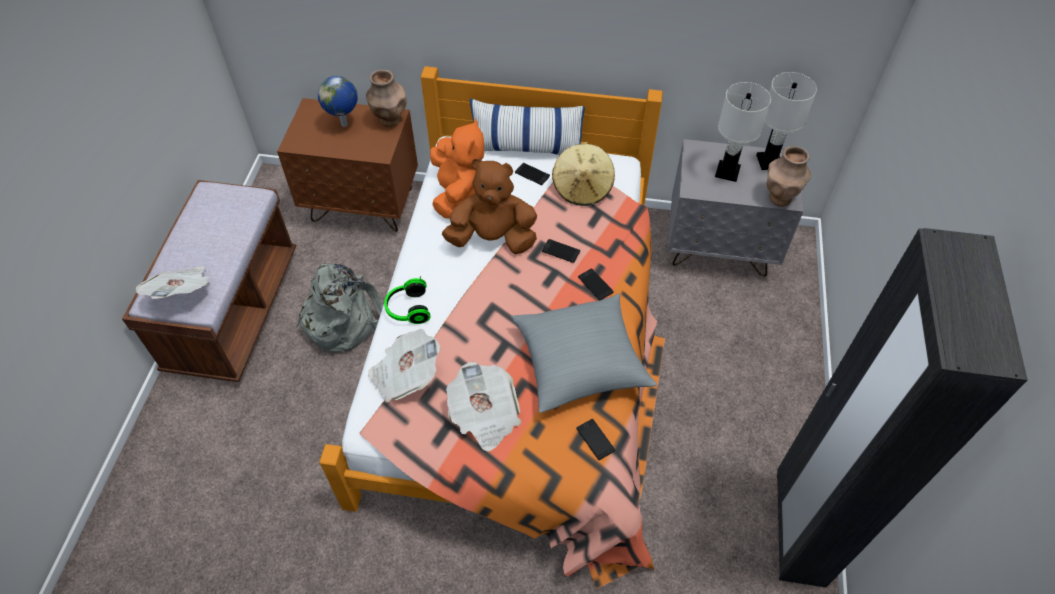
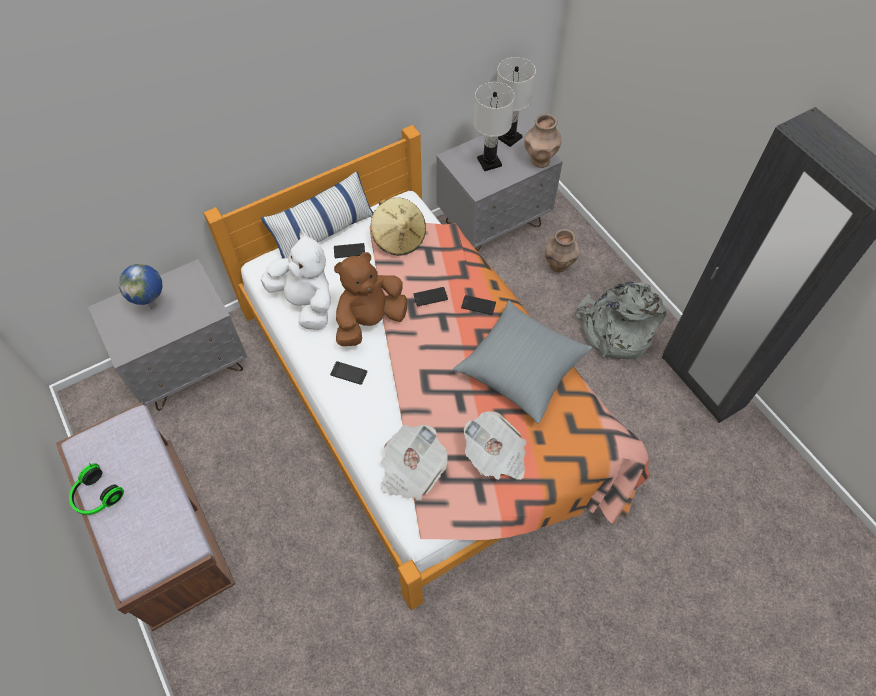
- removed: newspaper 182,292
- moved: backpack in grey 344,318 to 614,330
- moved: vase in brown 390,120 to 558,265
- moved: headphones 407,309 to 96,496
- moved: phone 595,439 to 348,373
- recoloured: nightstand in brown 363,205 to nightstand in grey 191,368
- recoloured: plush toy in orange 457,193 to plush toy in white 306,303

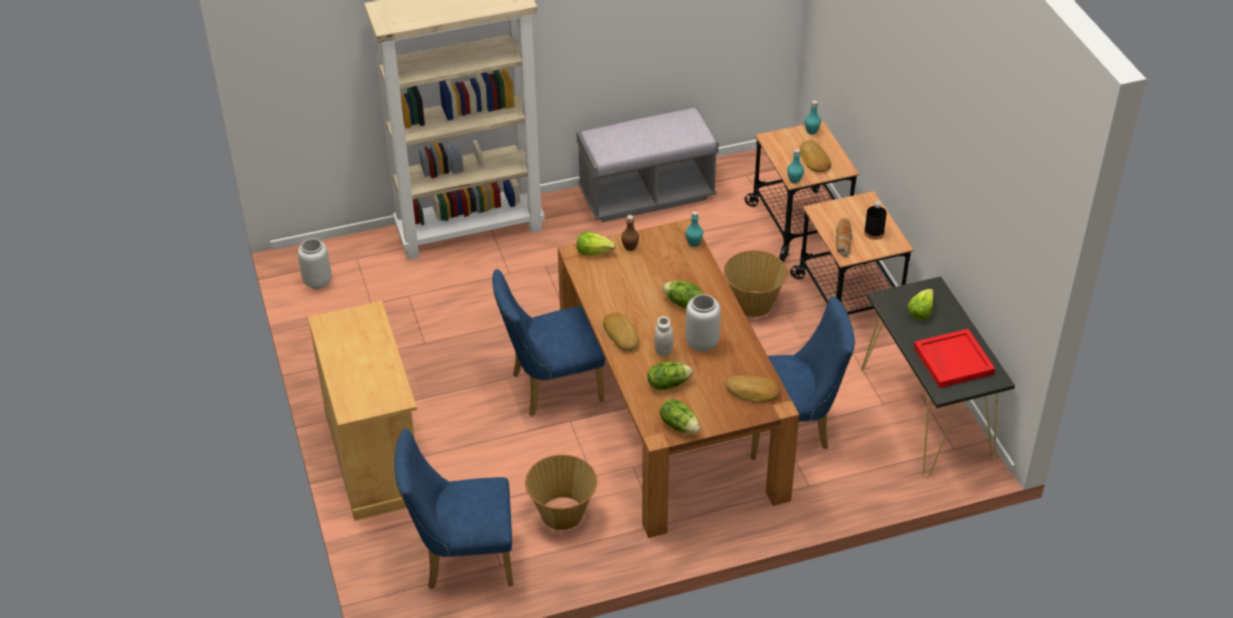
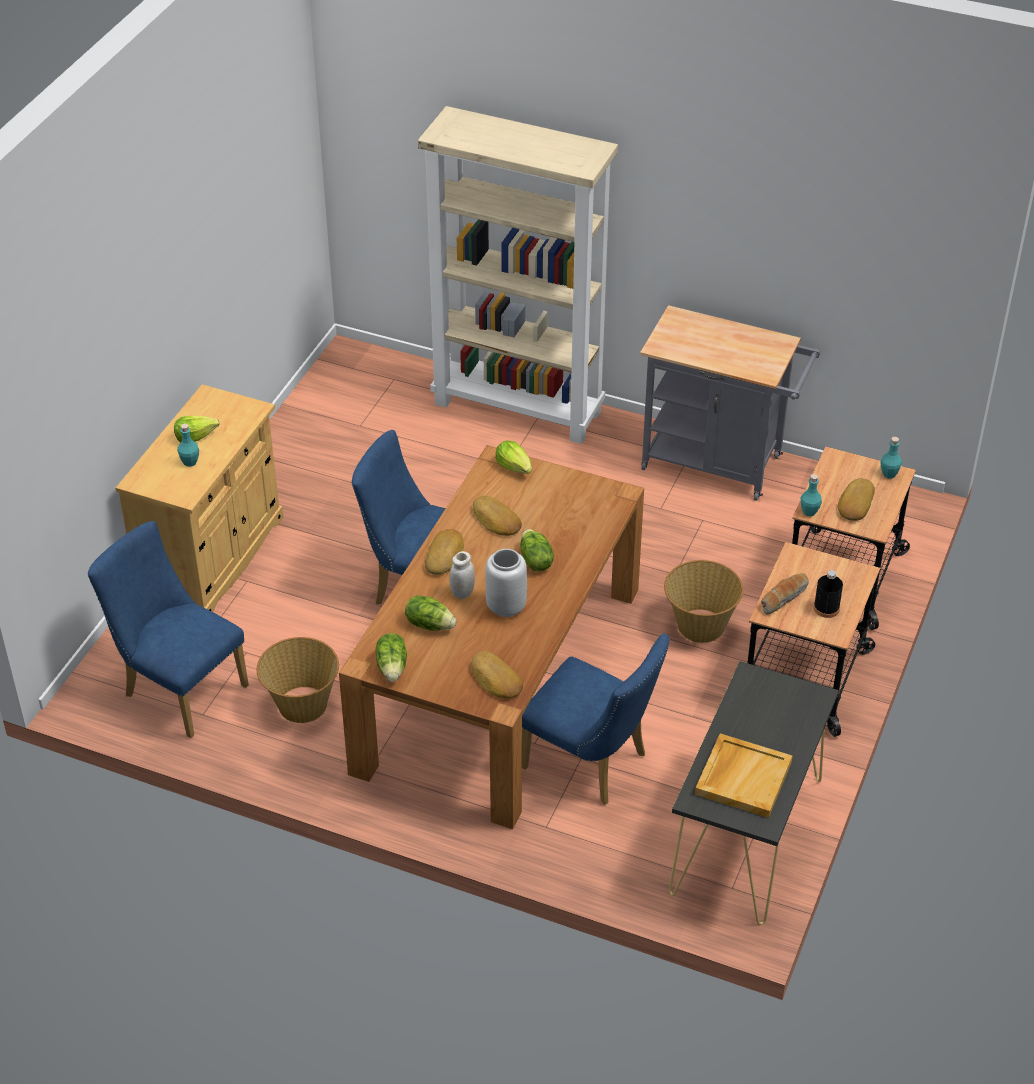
- removed: vase in grey 317,281
- removed: bottle in brown 630,247
- added: bread 495,520
- moved: bottle in turquoise 694,243 to 190,462
- moved: lettuce 920,311 to 195,436
- replaced: bench in grey 646,195 to cart in grey 720,464
- recoloured: tray in red 952,360 to tray in beige 743,777

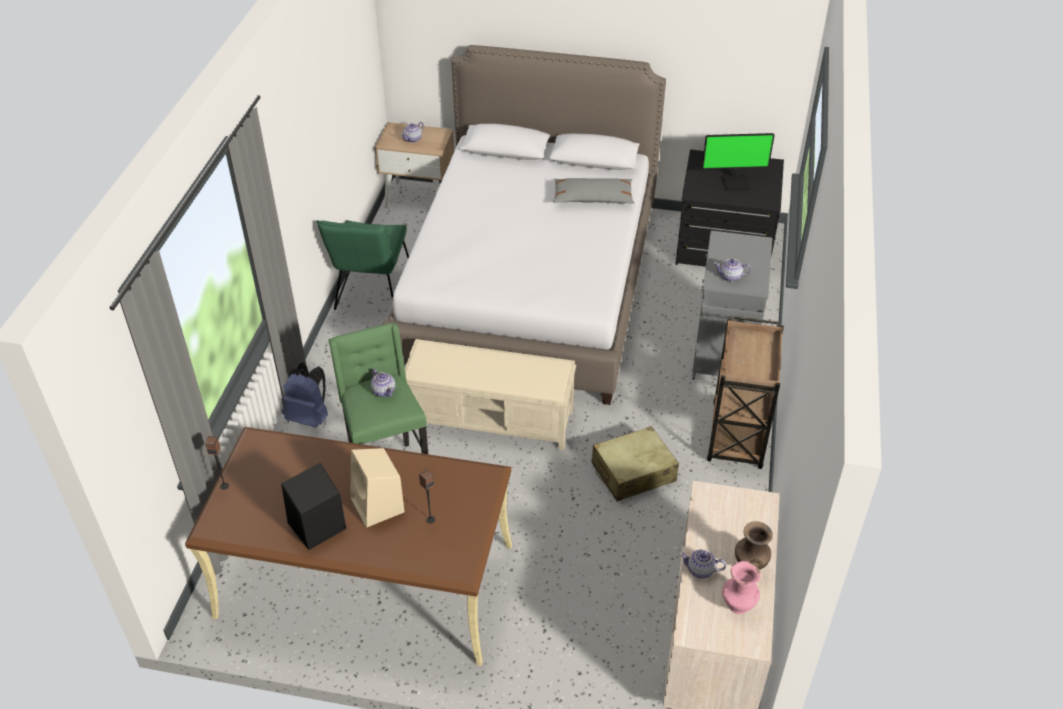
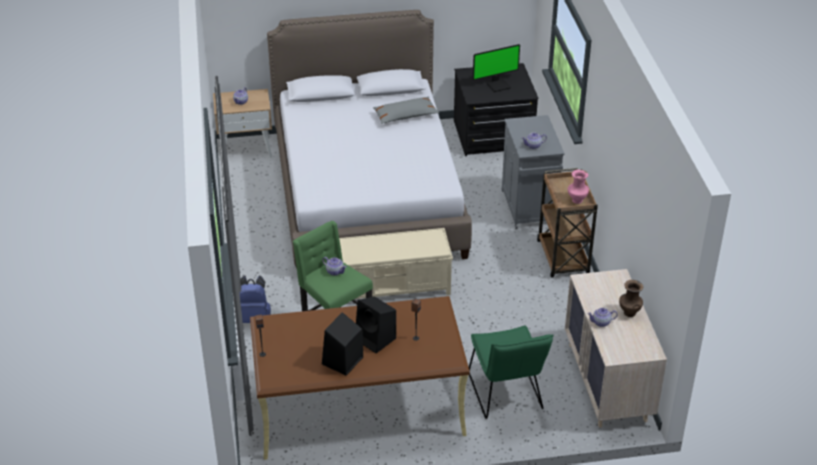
- removed: suitcase in beige 633,472
- moved: chair in green 372,294 to 506,395
- moved: vase in pink 737,606 to 576,200
- recoloured: speaker in beige 378,506 to speaker in black 376,339

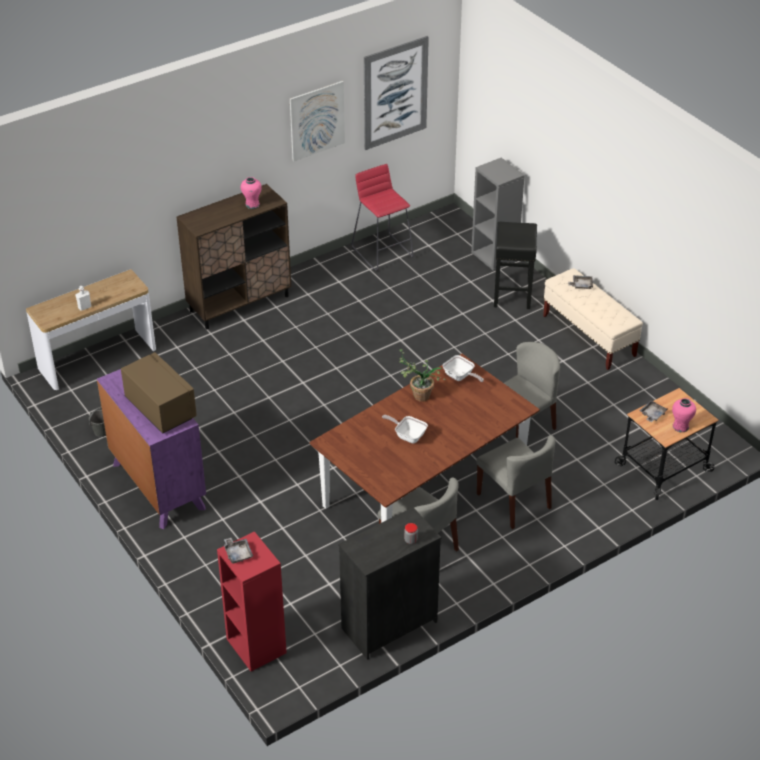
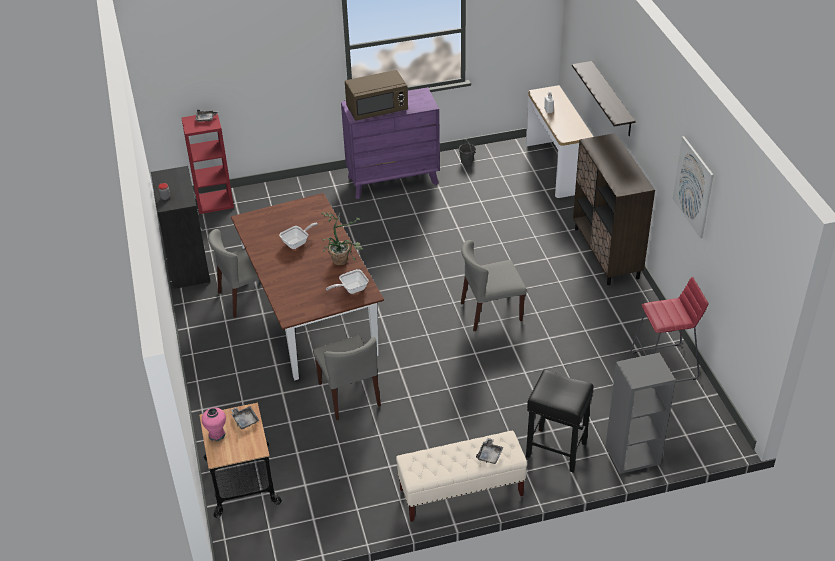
- removed: vase in pink 252,205
- removed: picture 395,93
- added: shelf 612,99
- moved: chair in grey 514,501 to 490,312

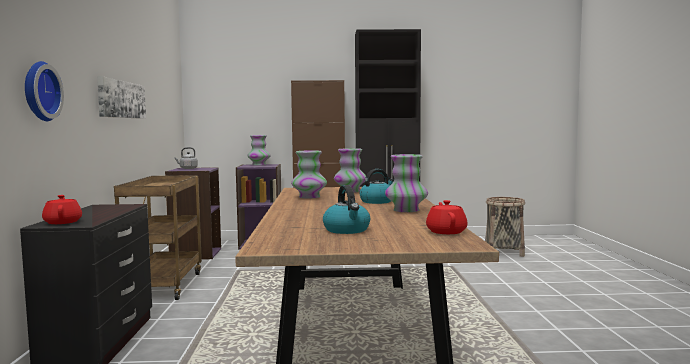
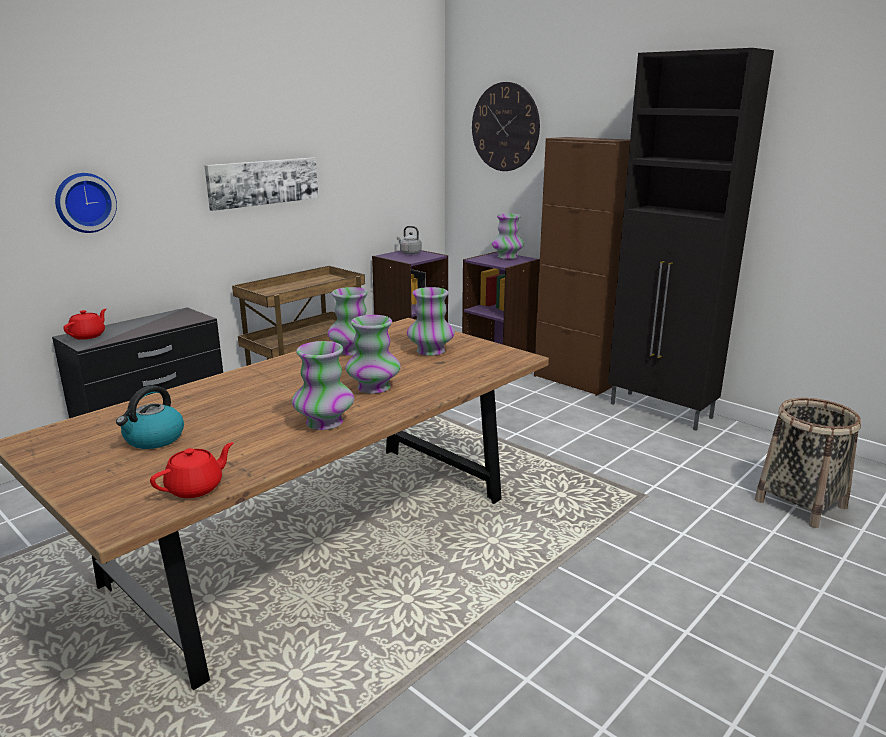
- added: wall clock 505,127
- replaced: kettle 377,201 to vase 373,387

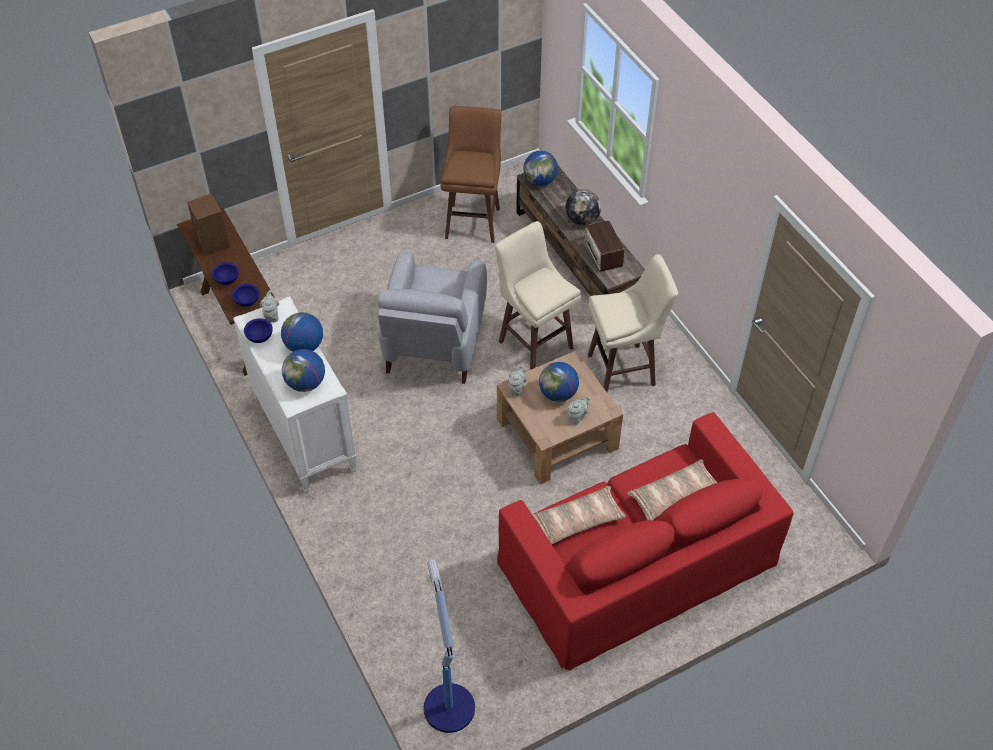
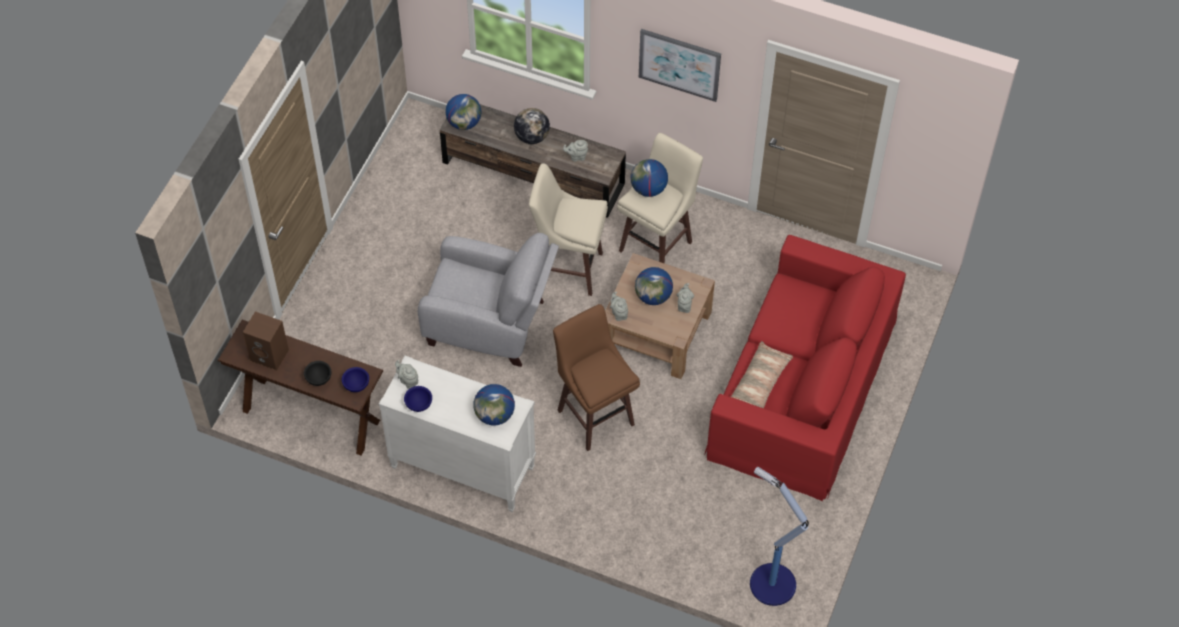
- removed: pillow 674,496
- added: picture 679,64
- moved: globe 304,346 to 648,189
- moved: stool in brown 473,221 to 595,415
- replaced: radio 603,253 to teapot in grey 576,156
- recoloured: bowl in blue 227,280 to bowl in black 318,378
- turned: armchair in grey 433,345 = 490,324 45 degrees counterclockwise

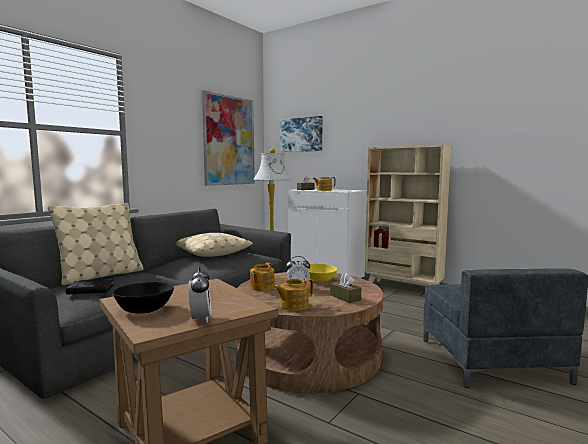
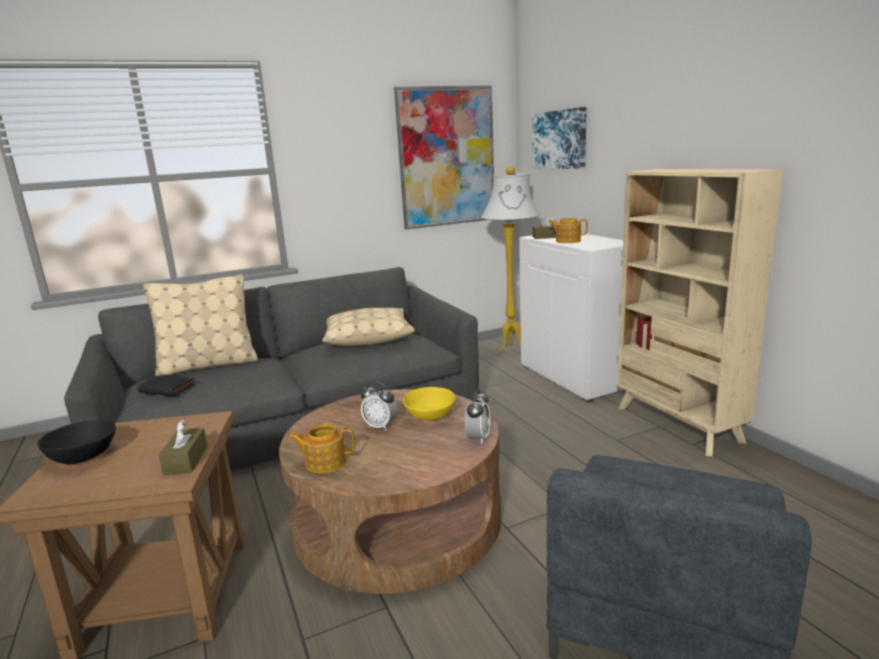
- removed: teapot 261,287
- moved: alarm clock 200,319 to 478,438
- moved: tissue box in brown 345,297 to 186,460

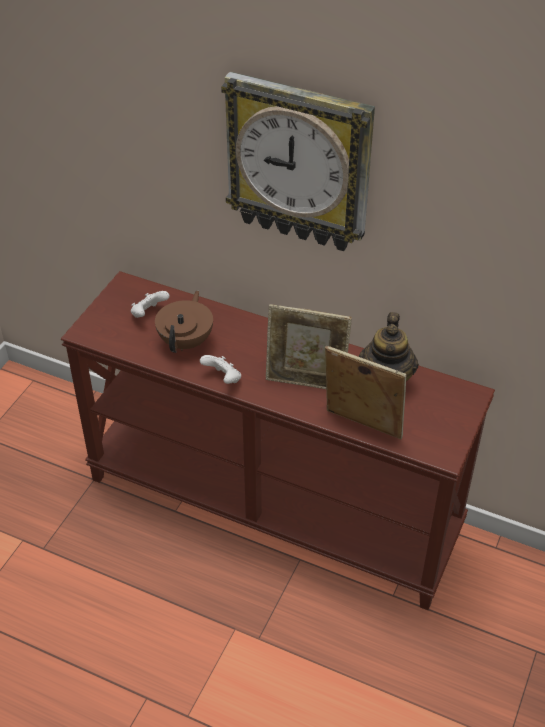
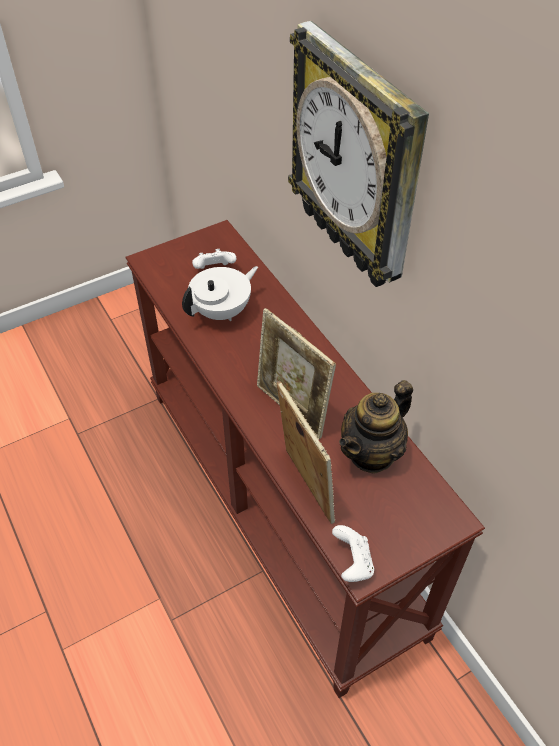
- moved: game controller in white 223,379 to 352,563
- recoloured: teapot in brown 186,341 to teapot in white 222,311

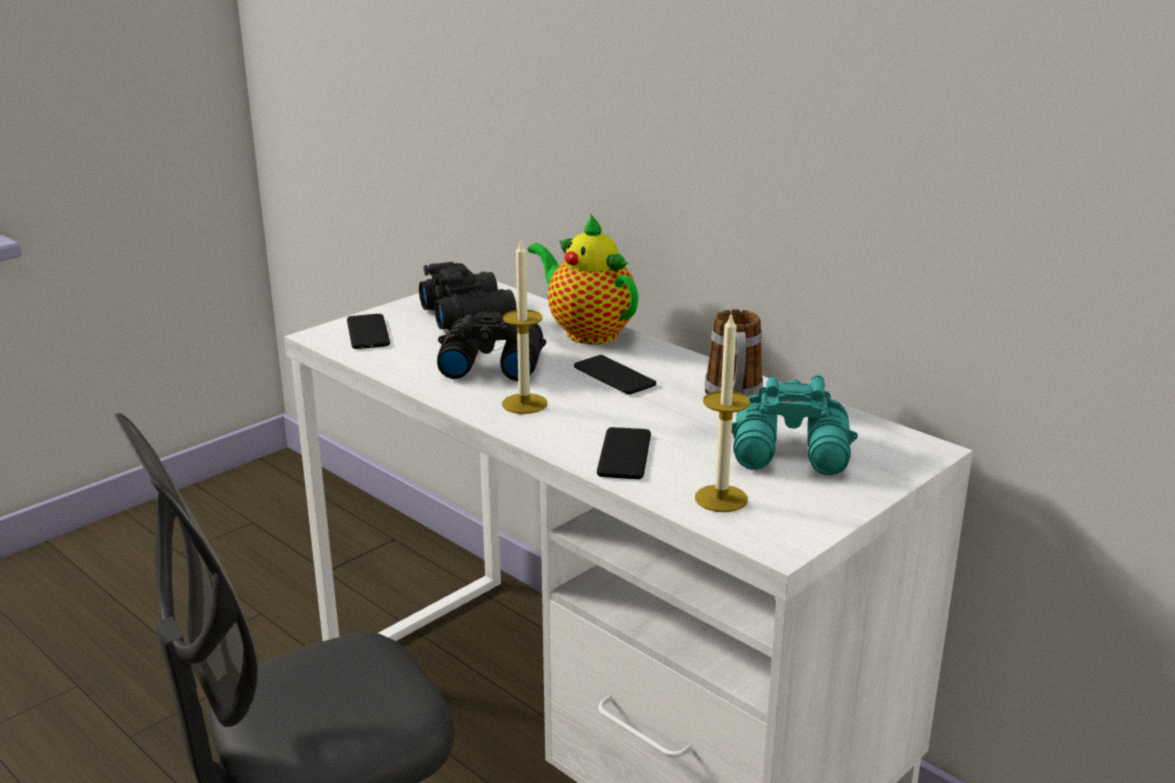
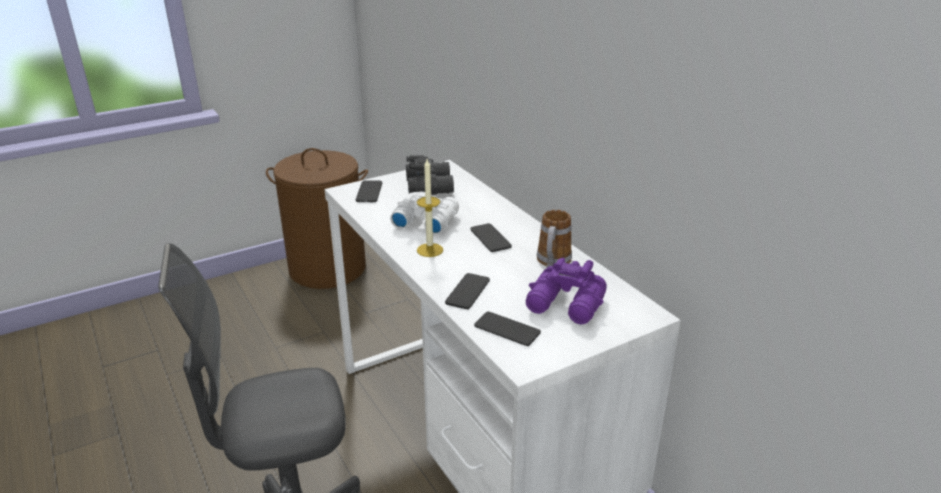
- removed: teapot 587,332
- added: laundry basket in brown 328,268
- replaced: candle 721,498 to phone 507,329
- recoloured: binoculars in black 490,363 to binoculars in white 425,220
- recoloured: binoculars in turquoise 793,453 to binoculars in purple 566,305

